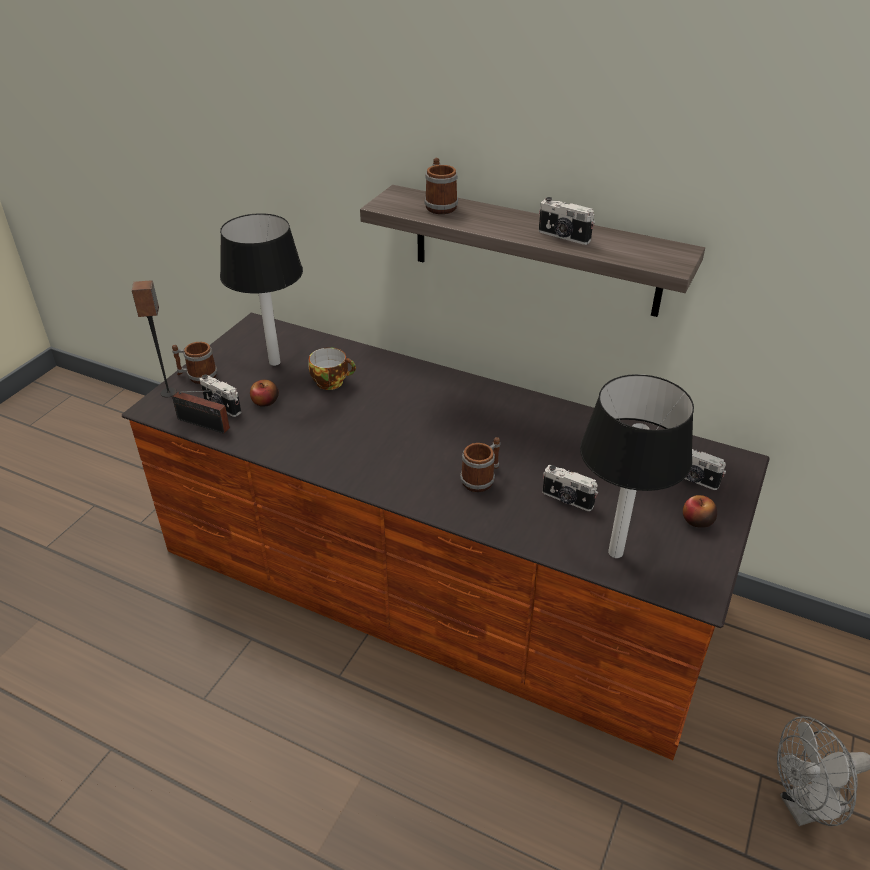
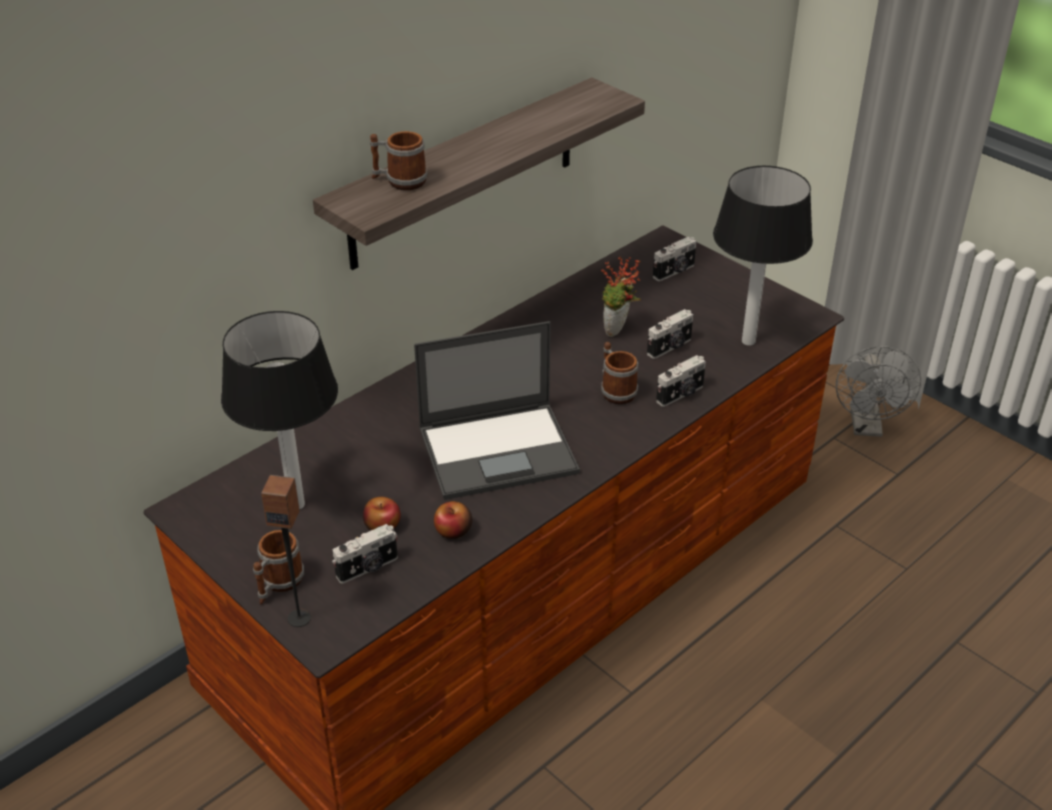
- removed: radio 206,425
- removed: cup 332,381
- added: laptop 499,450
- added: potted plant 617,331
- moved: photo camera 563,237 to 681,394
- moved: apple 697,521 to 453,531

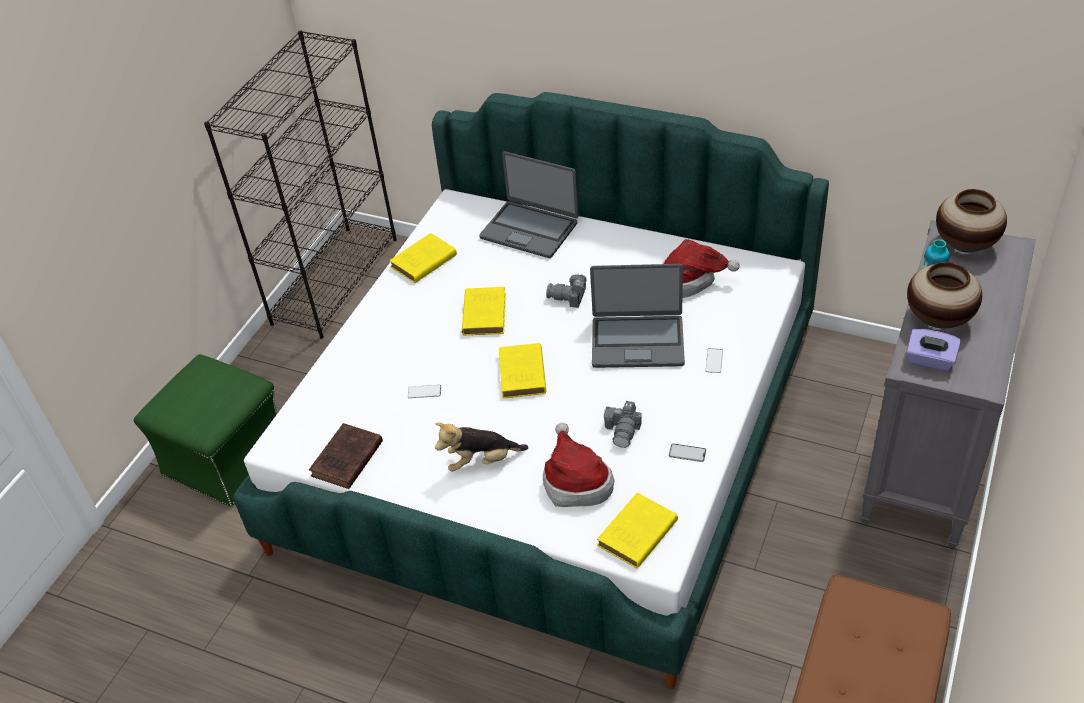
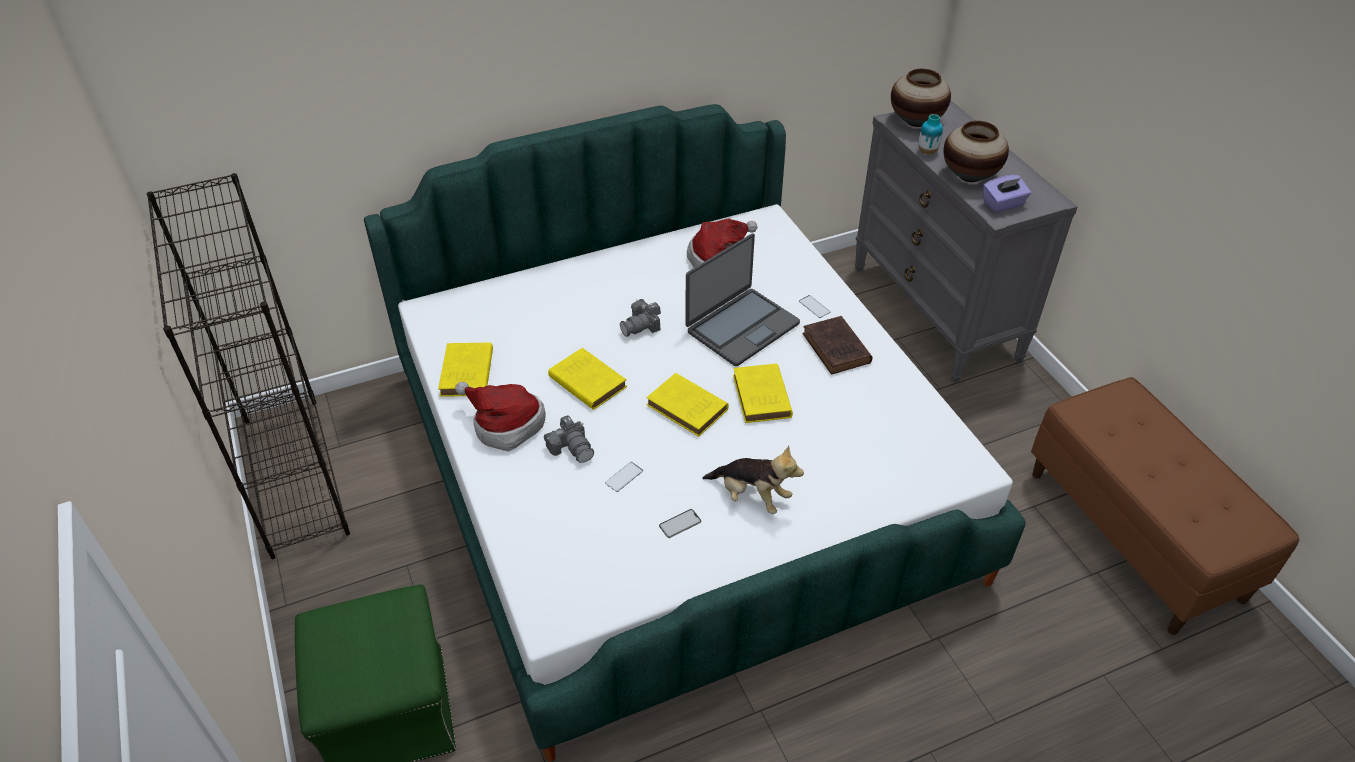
- removed: laptop 530,229
- moved: book in brown 346,460 to 837,349
- moved: hat 576,481 to 504,425
- moved: book in yellow 636,535 to 762,398
- moved: photo camera 623,430 to 572,447
- moved: phone 687,453 to 680,523
- turned: plush toy 481,461 = 751,496 90 degrees counterclockwise

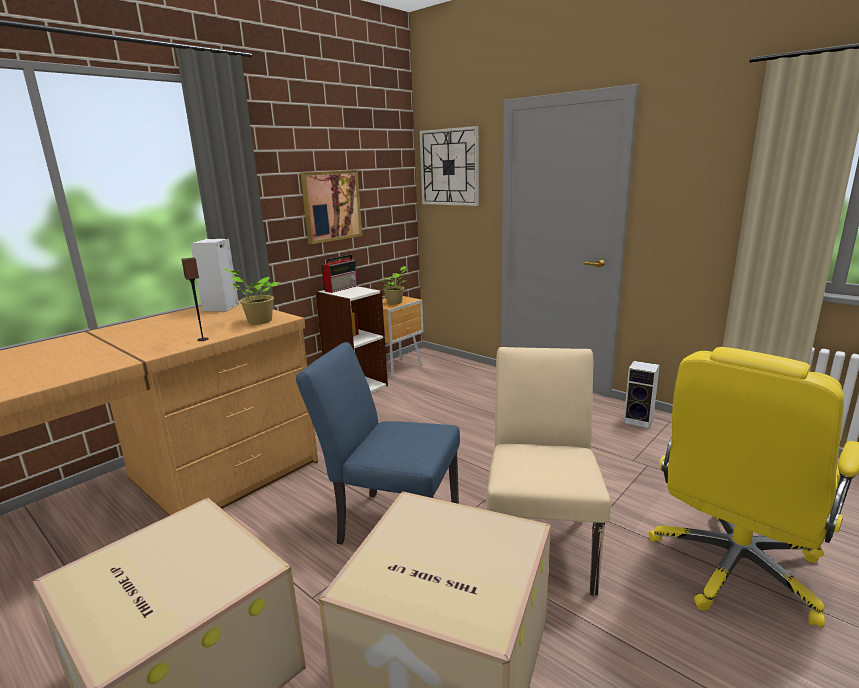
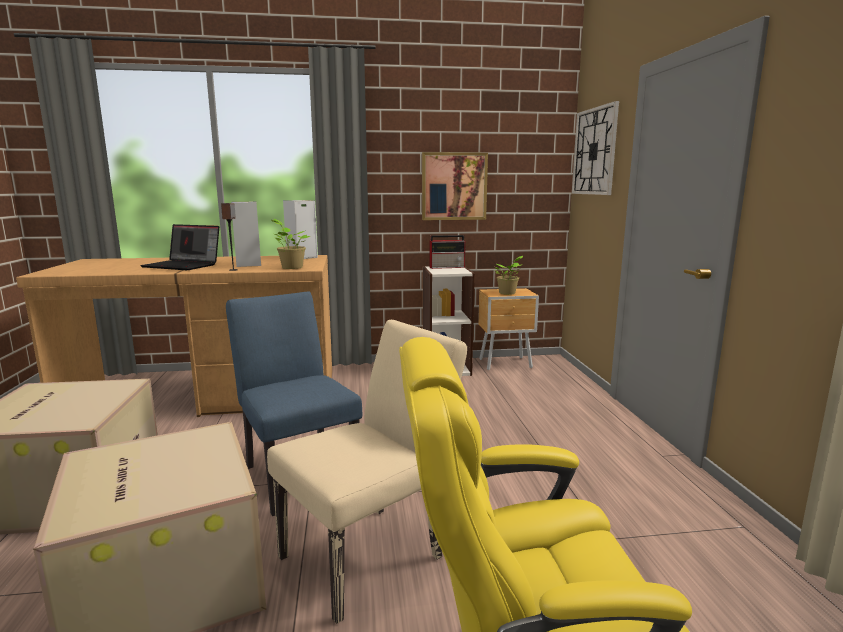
- added: laptop 183,265
- moved: speaker 639,421 to 249,264

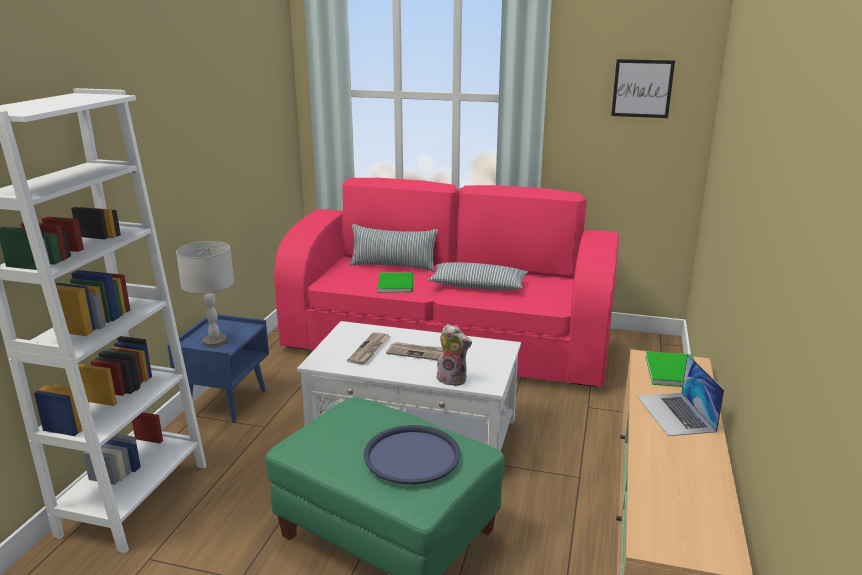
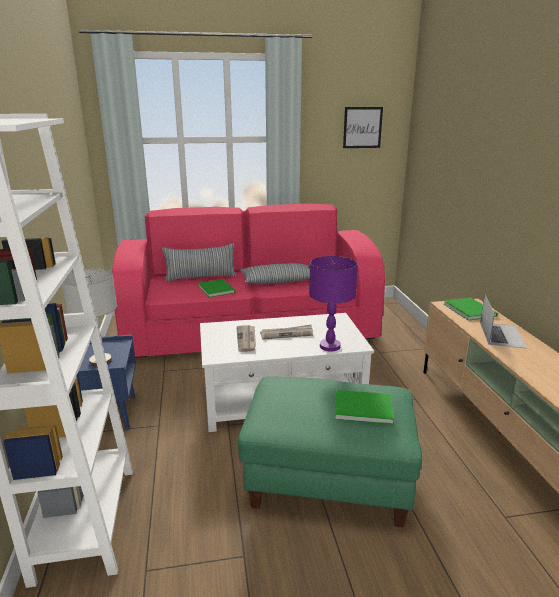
- replaced: tray in blue 411,455 to book in green 361,407
- replaced: plush toy 453,379 to table lamp in purple 329,346
- turned: laptop 675,413 = 501,334 135 degrees counterclockwise

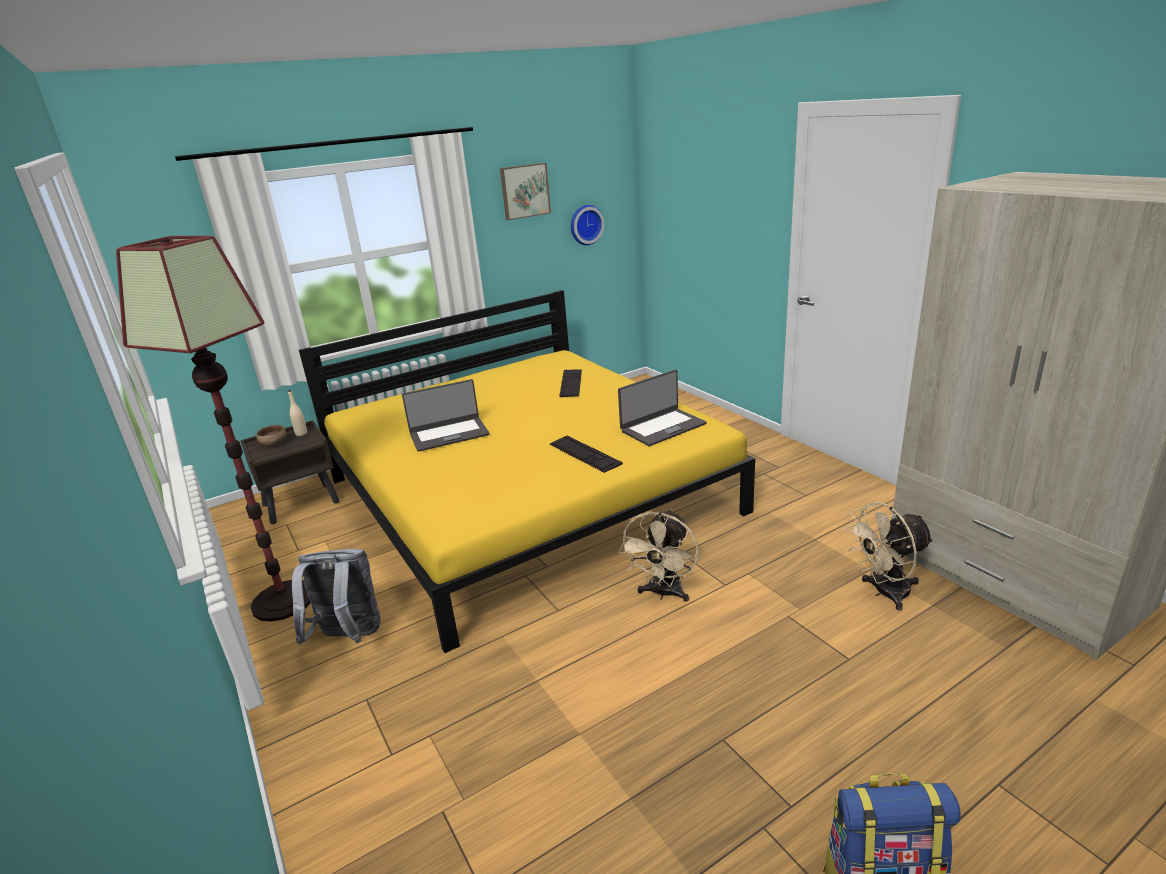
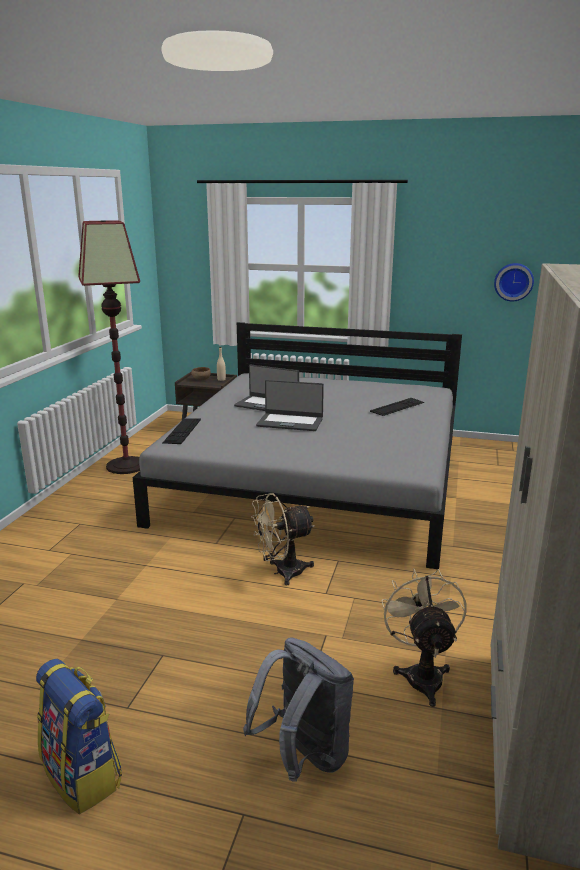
- removed: picture 524,191
- moved: backpack in grey 348,638 to 304,757
- moved: keyboard 584,453 to 182,431
- moved: laptop 662,427 to 290,422
- recoloured: bed in yellow 526,495 to bed in grey 317,479
- turned: fan in beige 884,593 = 422,674 60 degrees clockwise

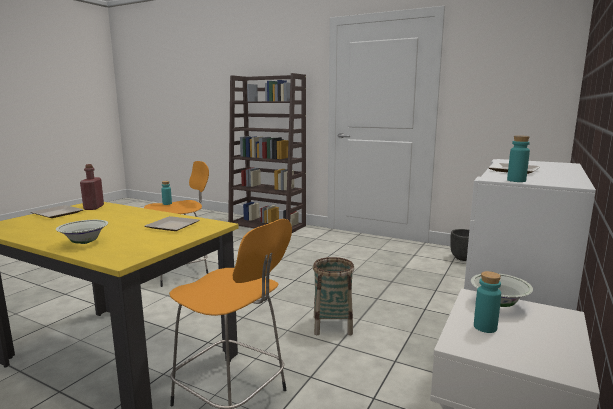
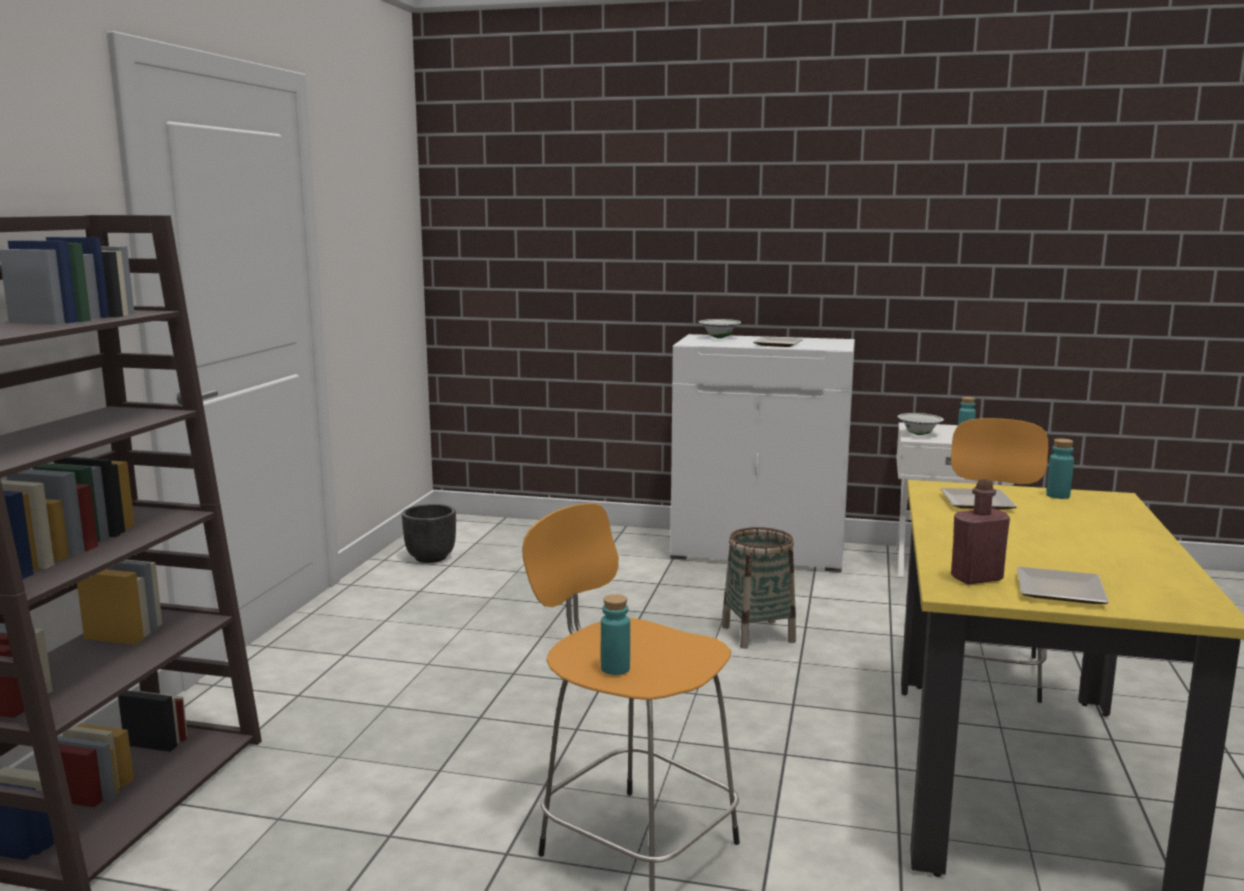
- moved: bowl in white 84,243 to 719,338
- moved: bottle in turquoise 516,180 to 1058,496

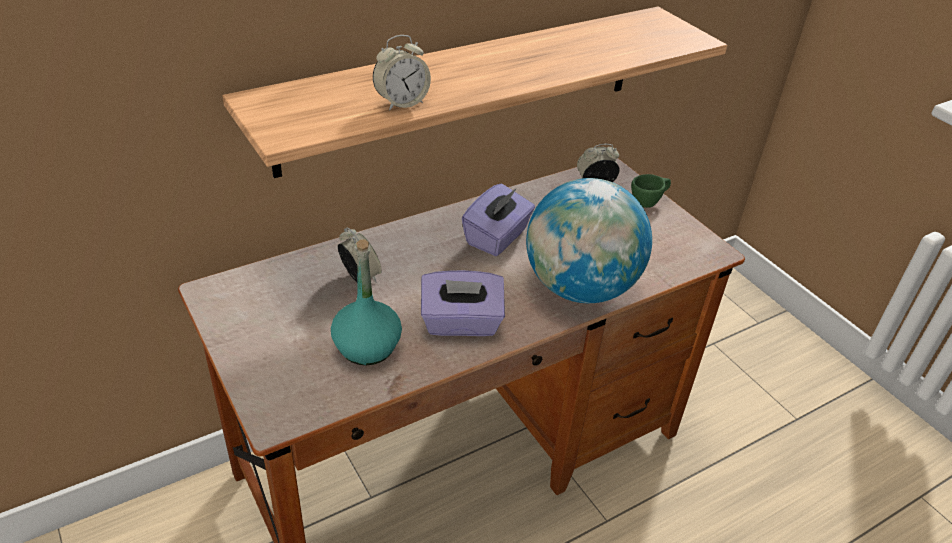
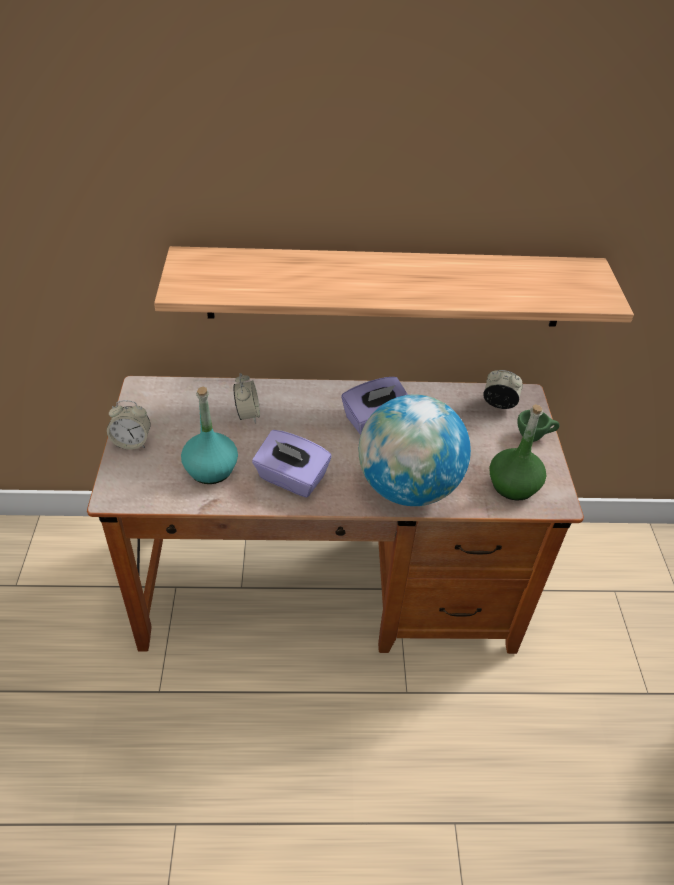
- added: bottle in green 513,485
- moved: alarm clock 401,103 to 132,442

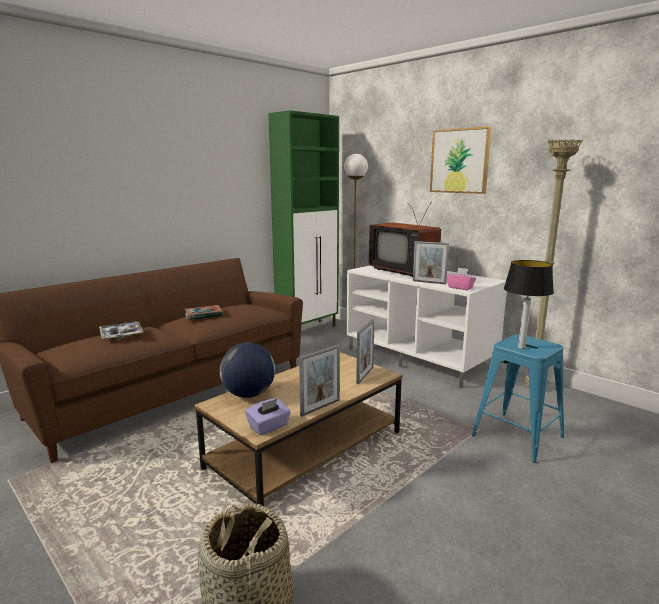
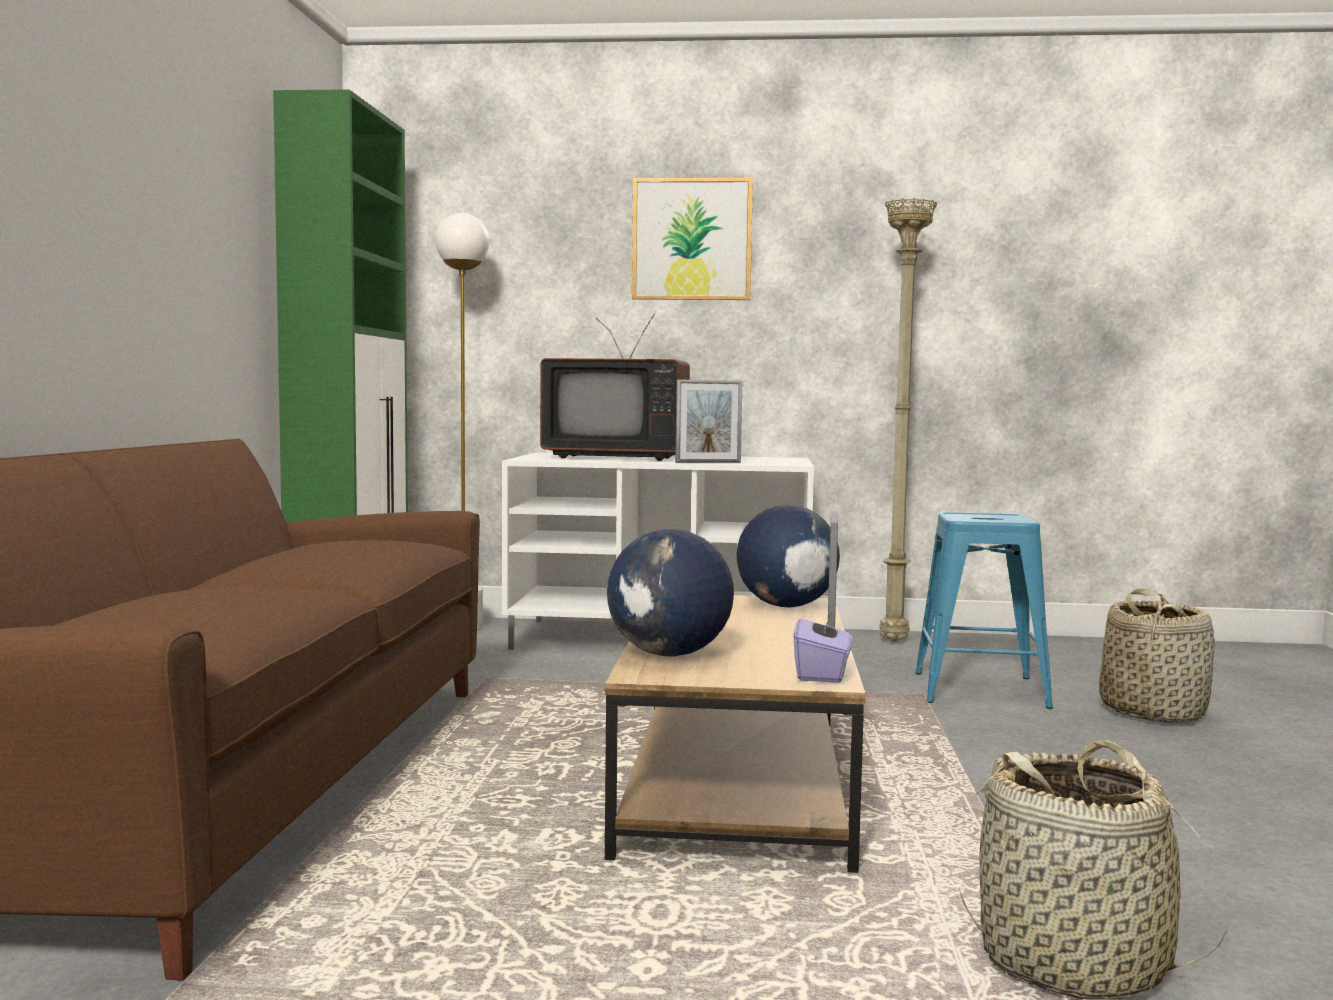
- removed: tray 121,335
- removed: book 203,315
- removed: tissue box in pink 460,288
- removed: table lamp 521,348
- added: basket 1153,711
- replaced: picture frame 365,375 to globe 785,606

